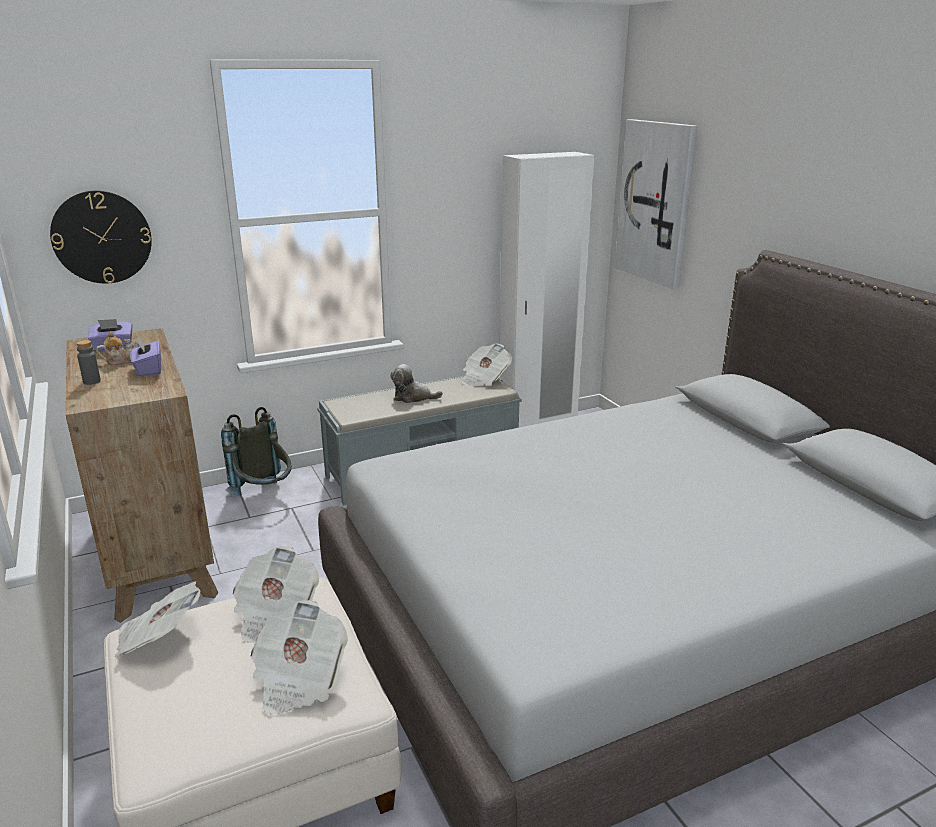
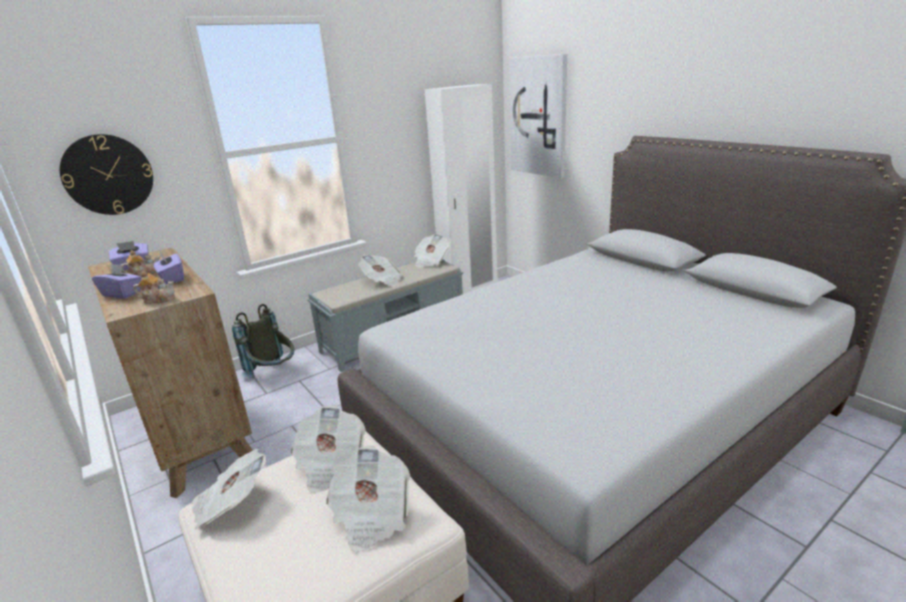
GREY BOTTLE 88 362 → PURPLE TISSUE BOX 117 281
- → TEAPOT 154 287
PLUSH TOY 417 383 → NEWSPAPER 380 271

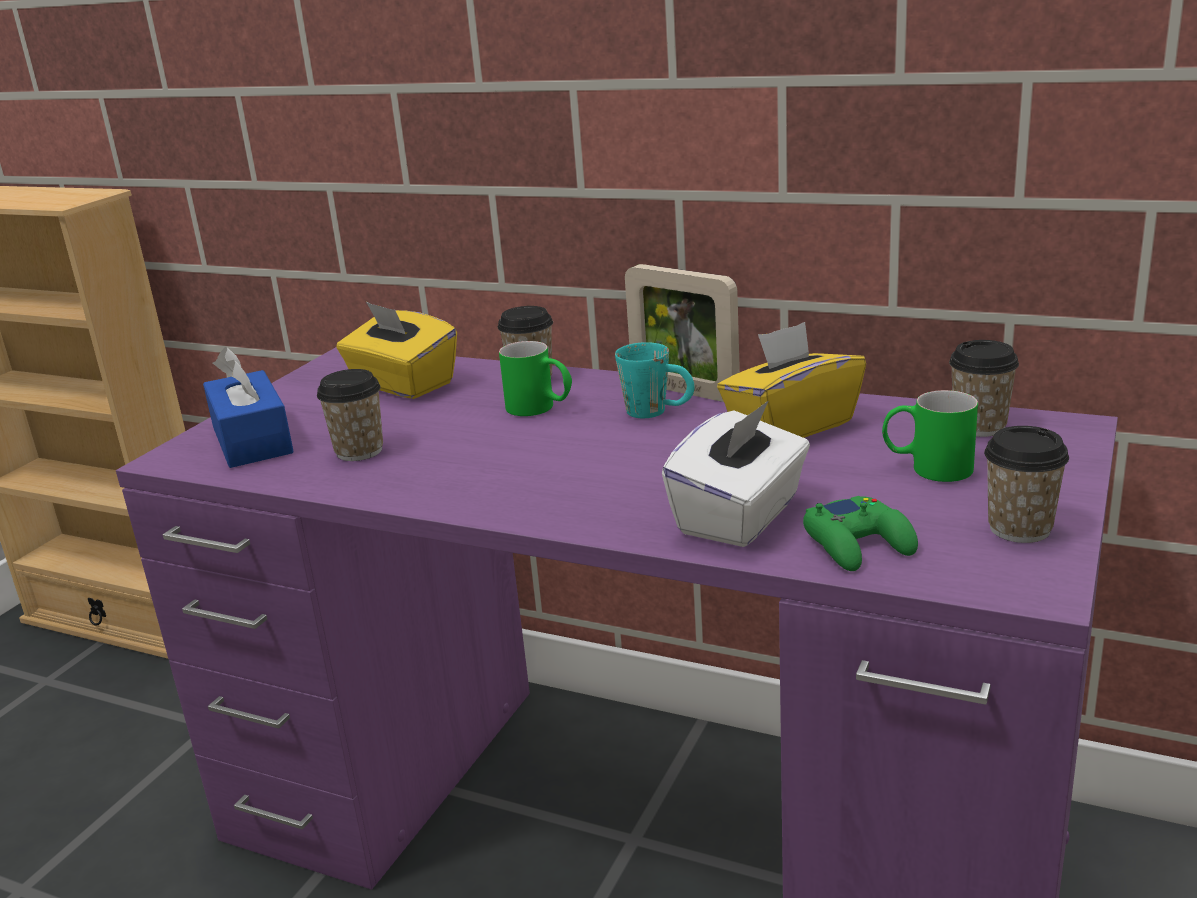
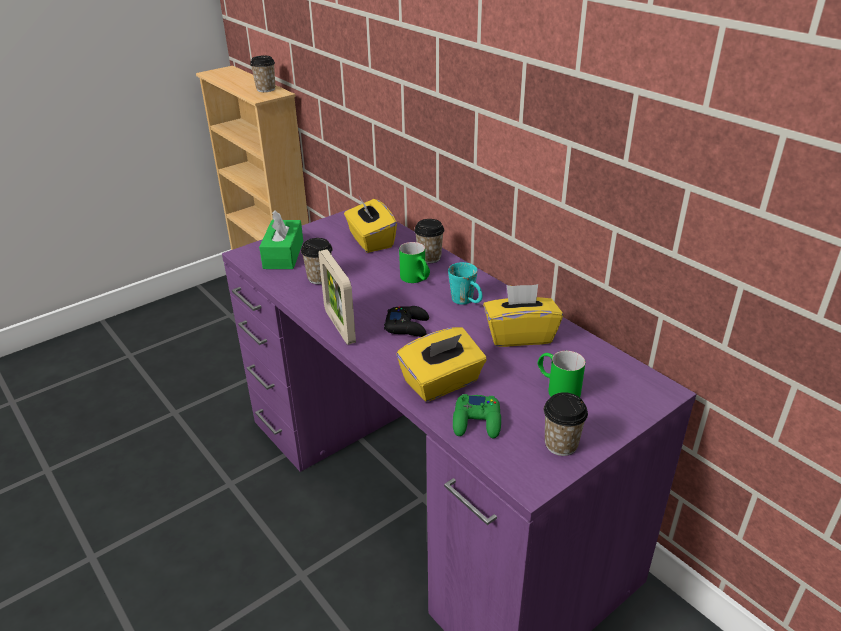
CUP 984 388 → CUP 262 74, shifted
BLUE TISSUE BOX 248 407 → GREEN TISSUE BOX 281 239
PICTURE FRAME 682 333 → PICTURE FRAME 337 297, shifted
- → BLACK GAME CONTROLLER 406 321
WHITE TISSUE BOX 736 473 → YELLOW TISSUE BOX 442 364

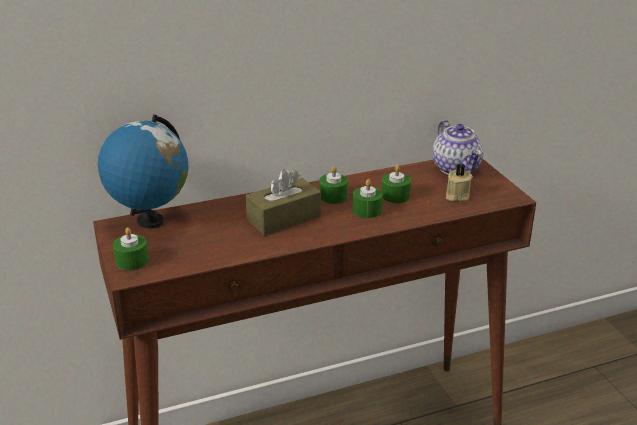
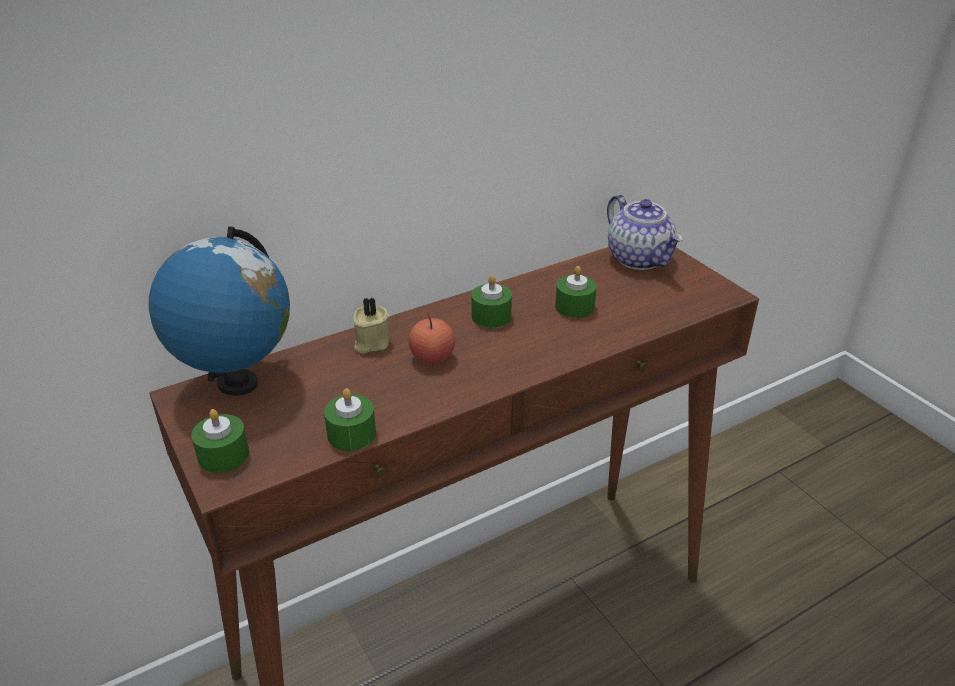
GREEN CANDLE 368 198 → GREEN CANDLE 350 419, shifted
BEIGE CANDLE 459 182 → BEIGE CANDLE 371 325, shifted
BROWN TISSUE BOX 283 202 → APPLE 431 338

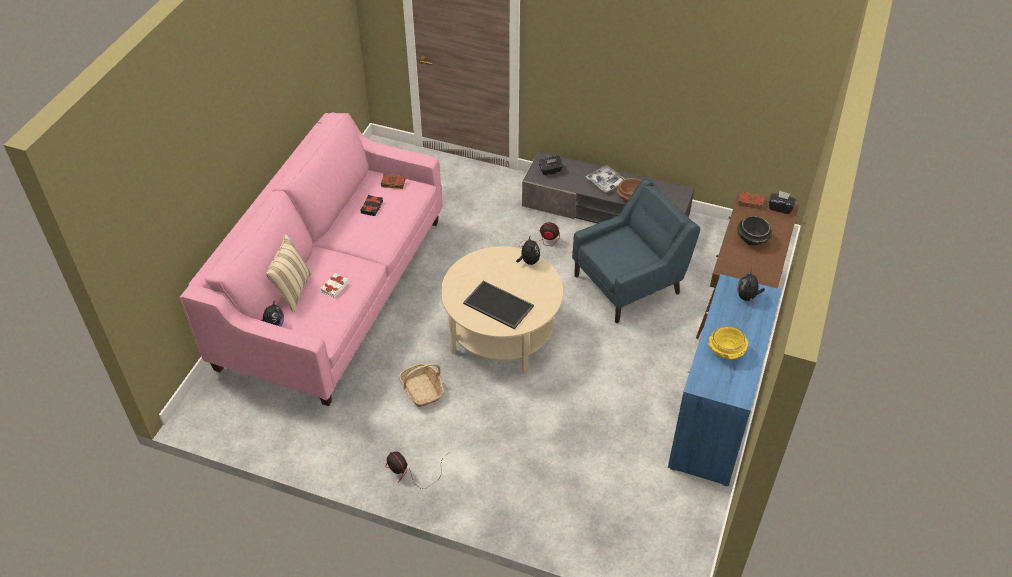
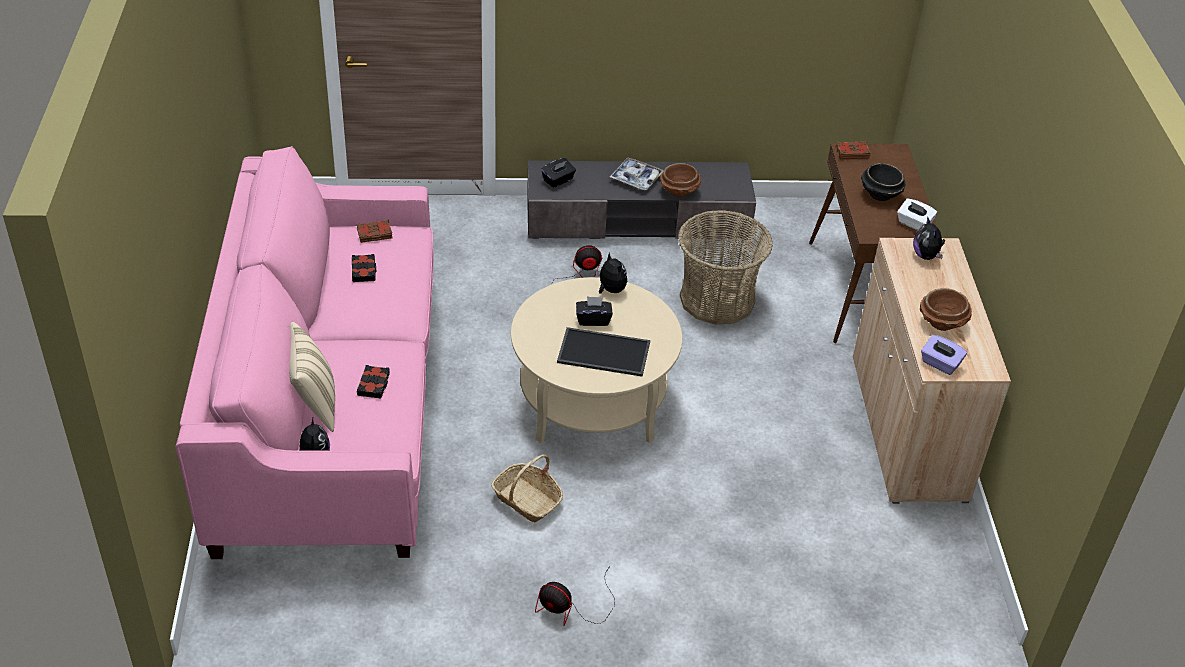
WHITE BOOK 334 285 → BLACK BOOK 373 382
BLACK TISSUE BOX 782 202 → BLACK TISSUE BOX 594 311, shifted
BLUE ARMCHAIR 636 250 → BASKET 725 267
BLUE CABINET 725 380 → BEIGE CABINET 932 371
- → WHITE TISSUE BOX 917 214
YELLOW BOWL 728 342 → BROWN BOWL 946 309
- → PURPLE TISSUE BOX 944 355

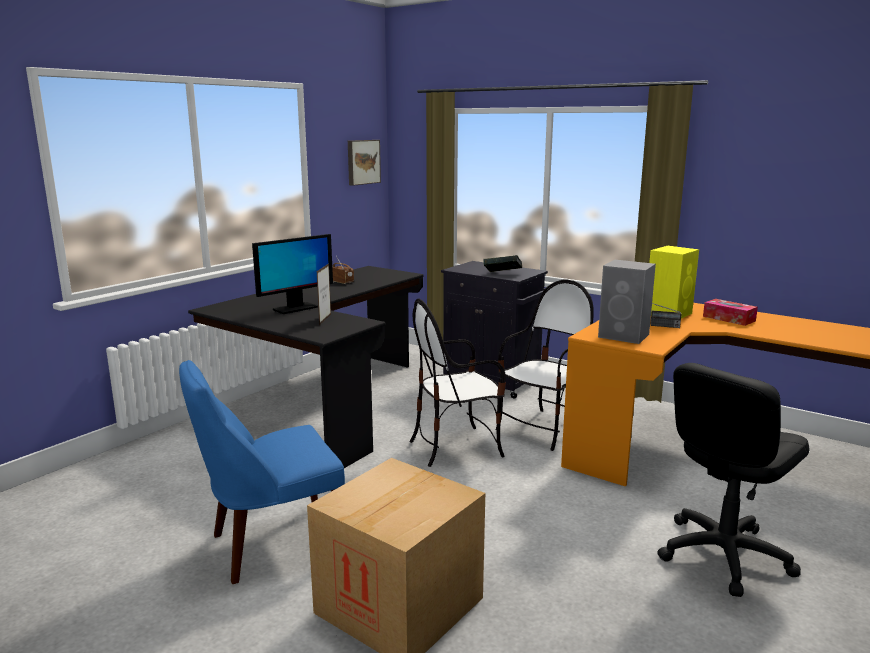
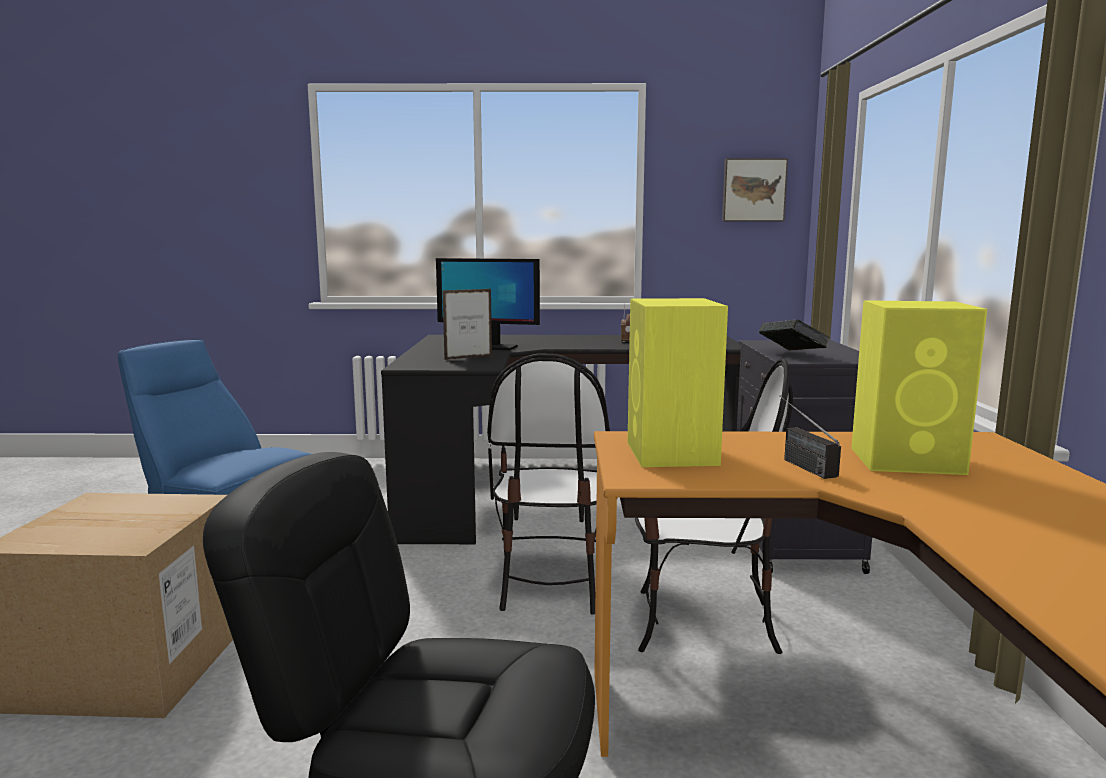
CHAIR 457 382 → CHAIR 548 484, 120 degrees counterclockwise
GREY SPEAKER 627 302 → YELLOW SPEAKER 677 382
TISSUE BOX 730 312 → -

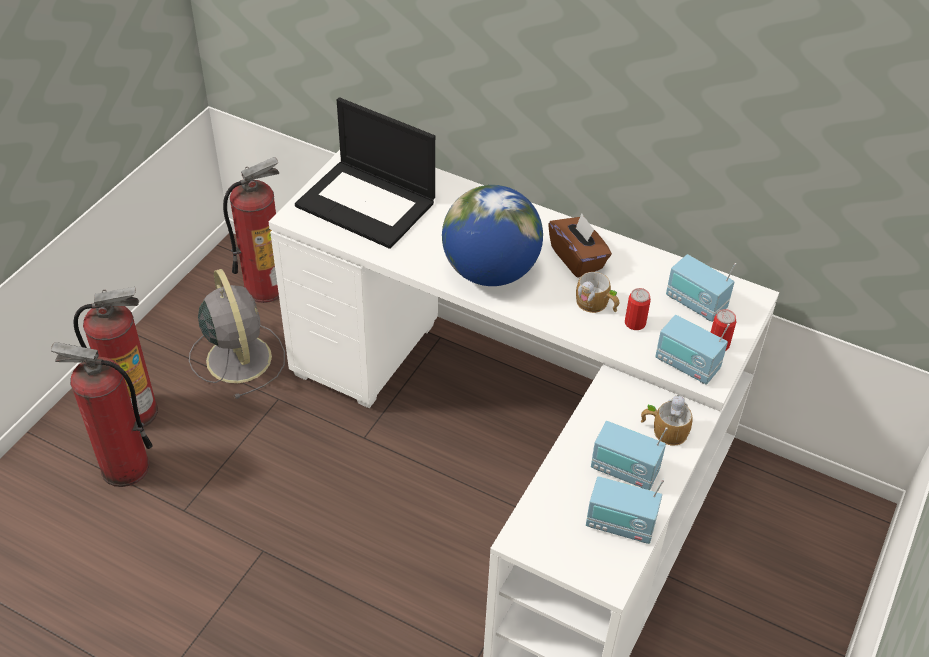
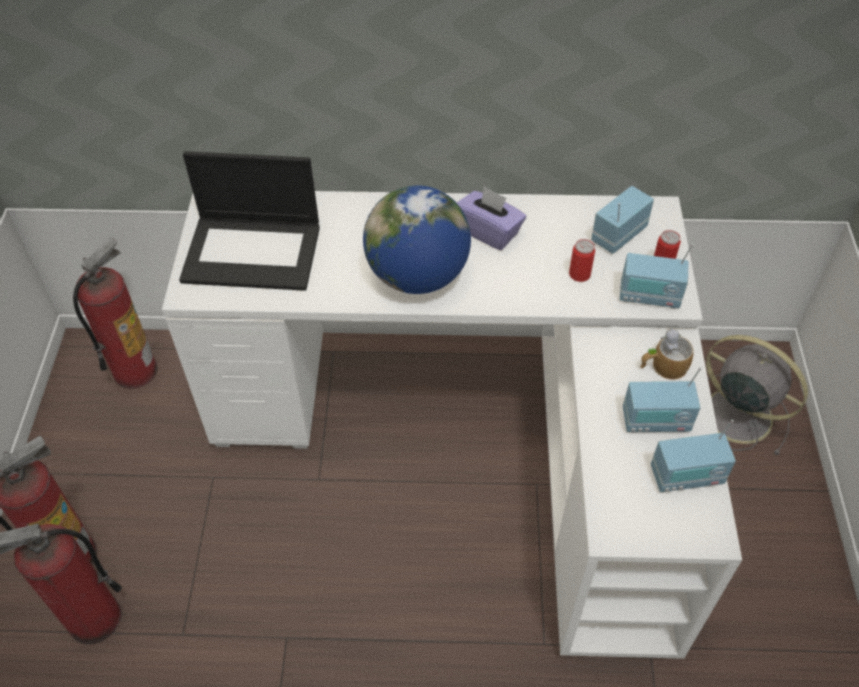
BROWN TISSUE BOX 580 246 → PURPLE TISSUE BOX 491 218
RADIO 701 288 → RADIO 622 220, 120 degrees clockwise
GREY FAN 237 334 → GREY FAN 757 395, shifted
MUG 597 292 → -

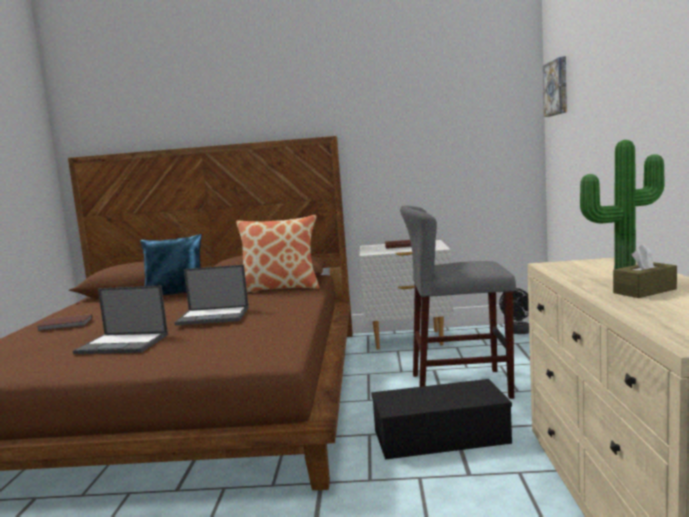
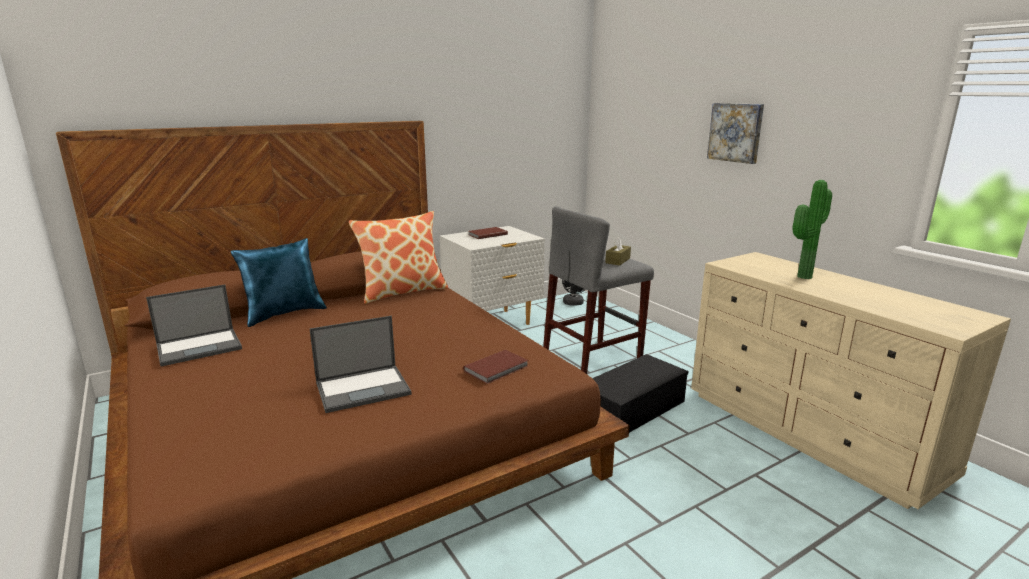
LAPTOP 212 295 → LAPTOP 194 325, shifted
BROWN BOOK 65 322 → BROWN BOOK 496 367, shifted
BROWN TISSUE BOX 645 271 → BROWN TISSUE BOX 618 251, shifted
PICTURE 555 86 → PICTURE 735 133, shifted

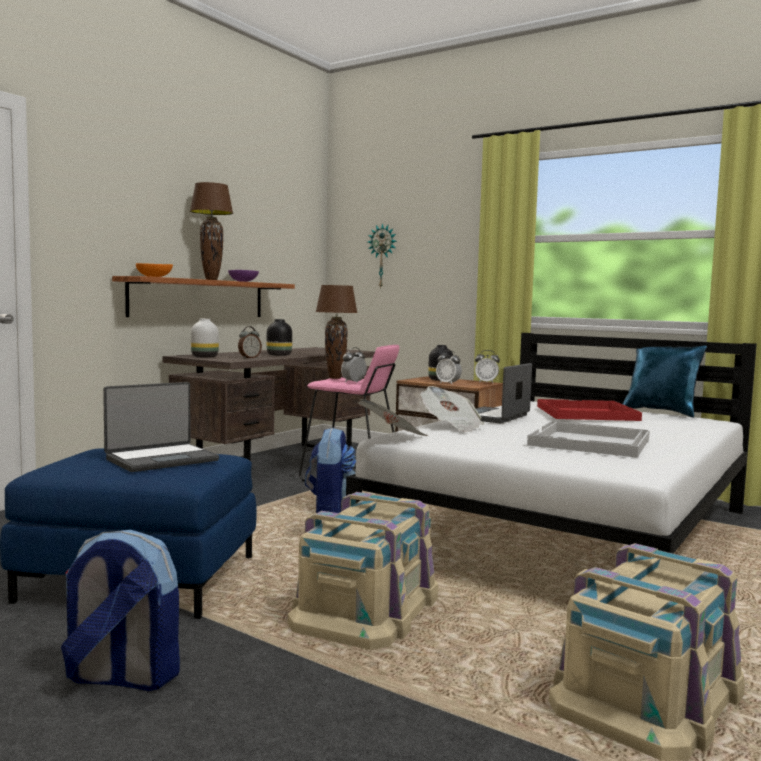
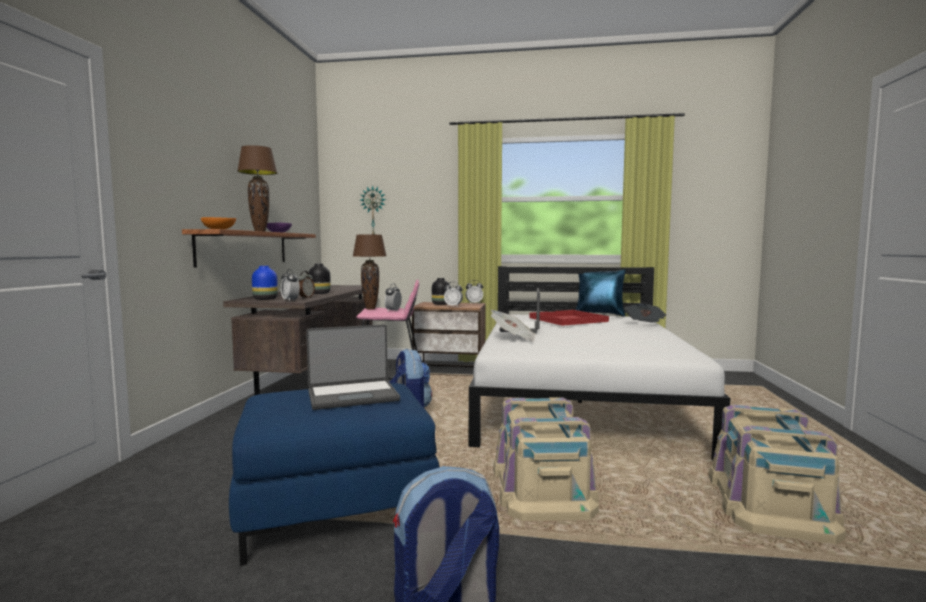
WHITE VASE 205 338 → BLUE VASE 265 283
- → ALARM CLOCK 290 285
LAPTOP 161 427 → LAPTOP 353 367, 45 degrees clockwise
NEWSPAPER 393 417 → NEWSPAPER 644 312, shifted
WHITE TRAY 588 439 → -

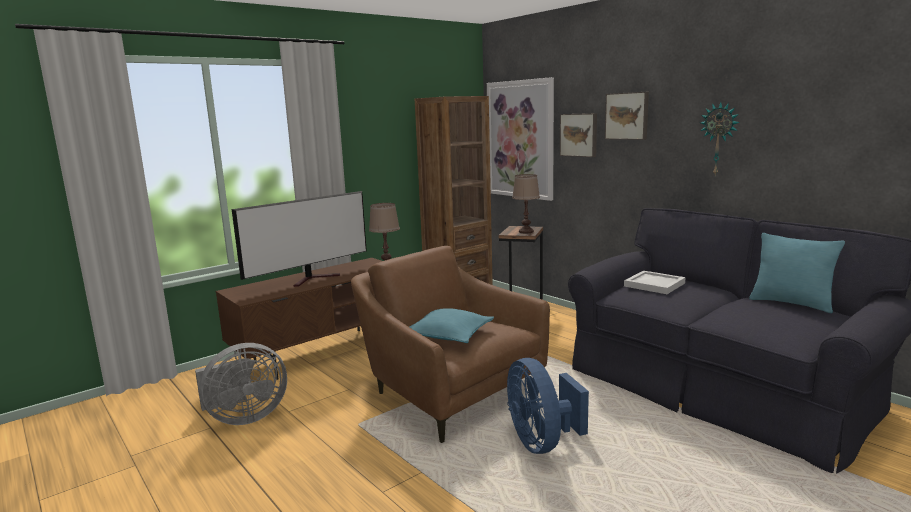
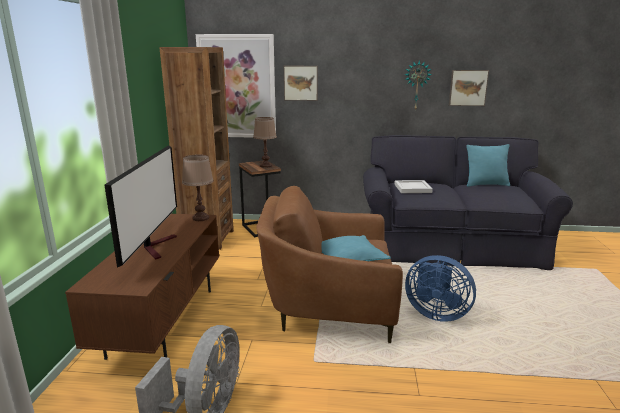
PICTURE 627 116 → PICTURE 469 88, shifted

